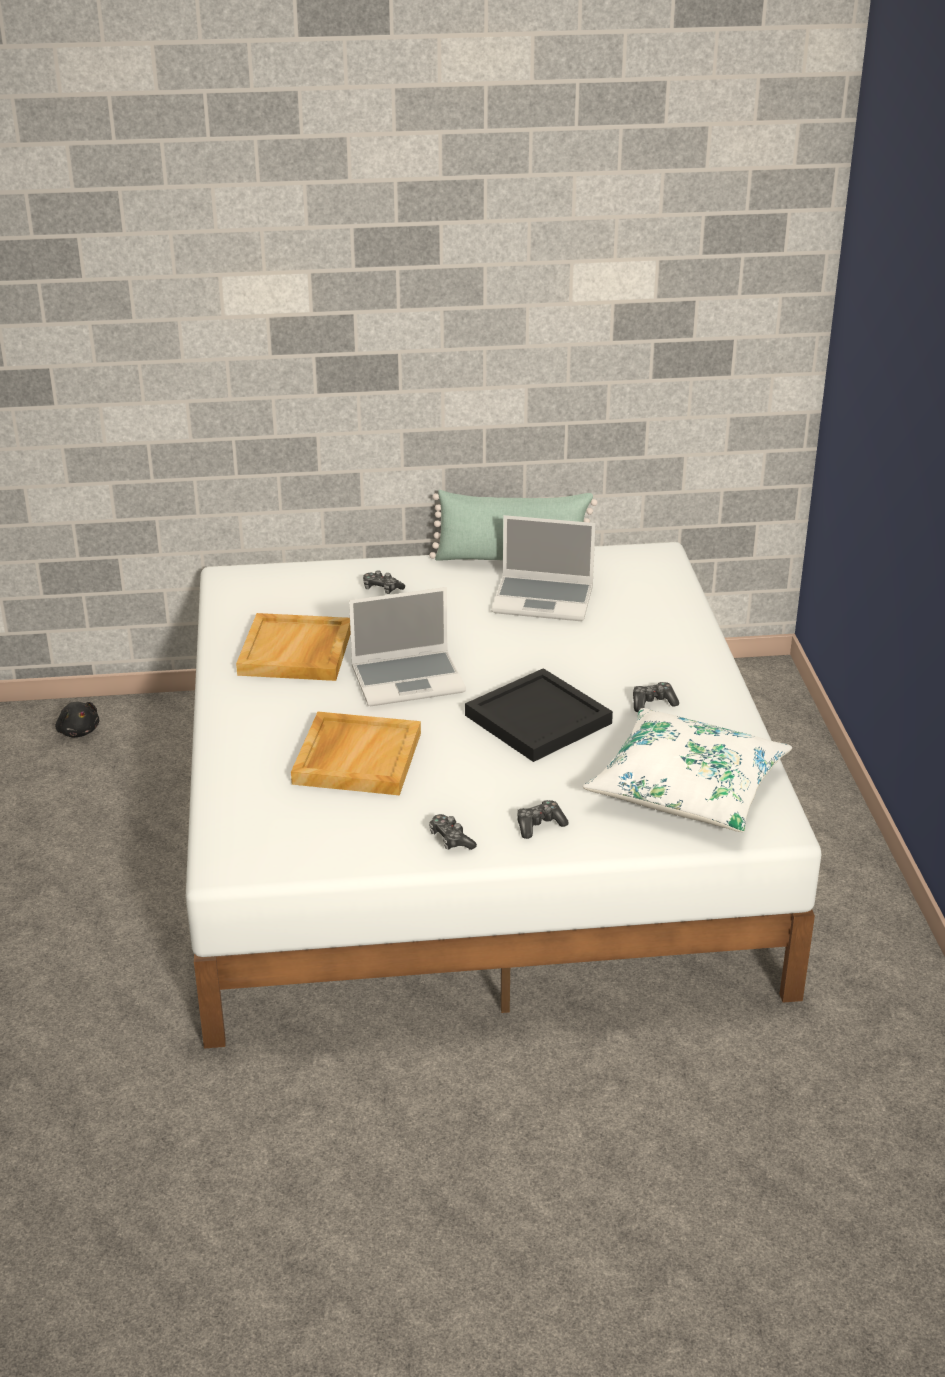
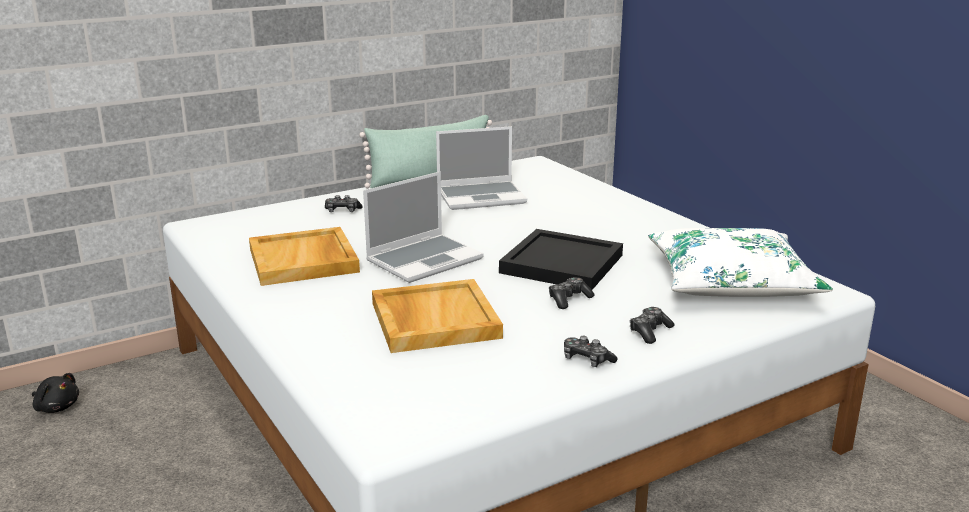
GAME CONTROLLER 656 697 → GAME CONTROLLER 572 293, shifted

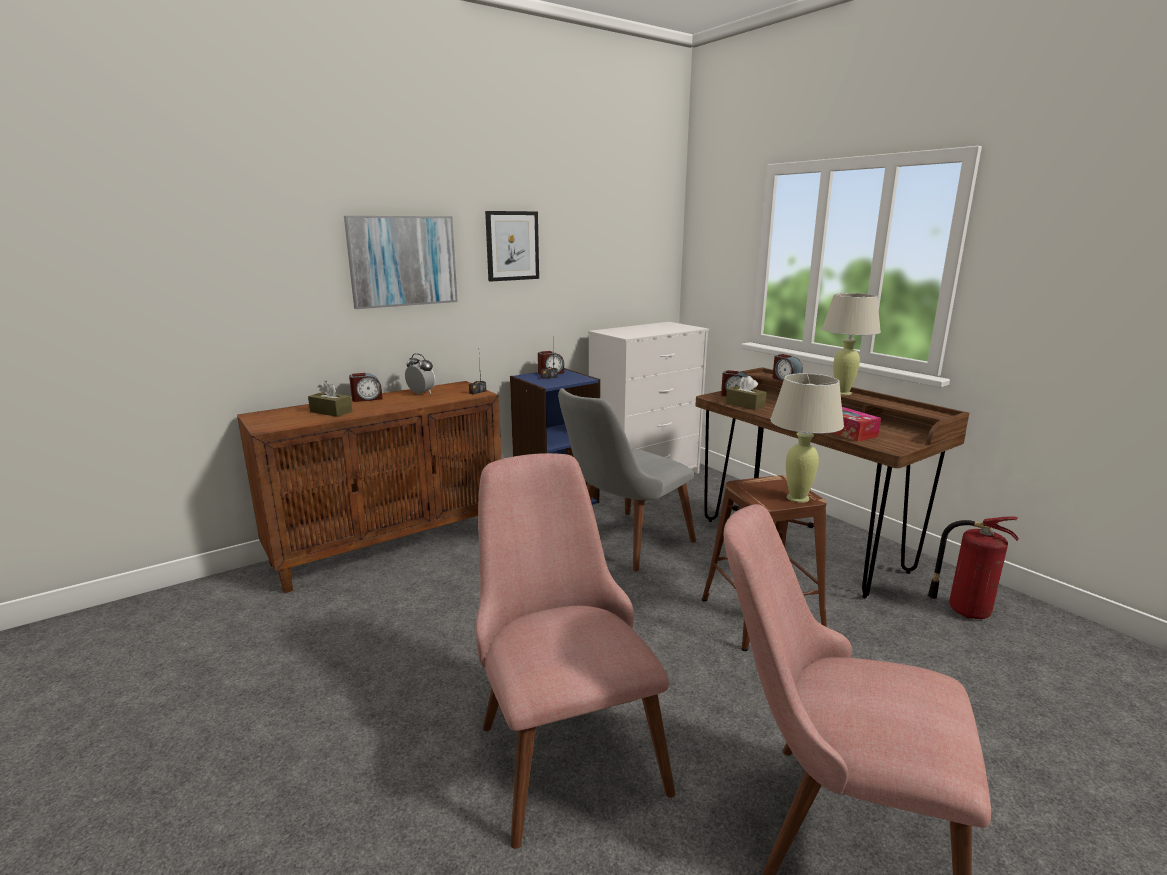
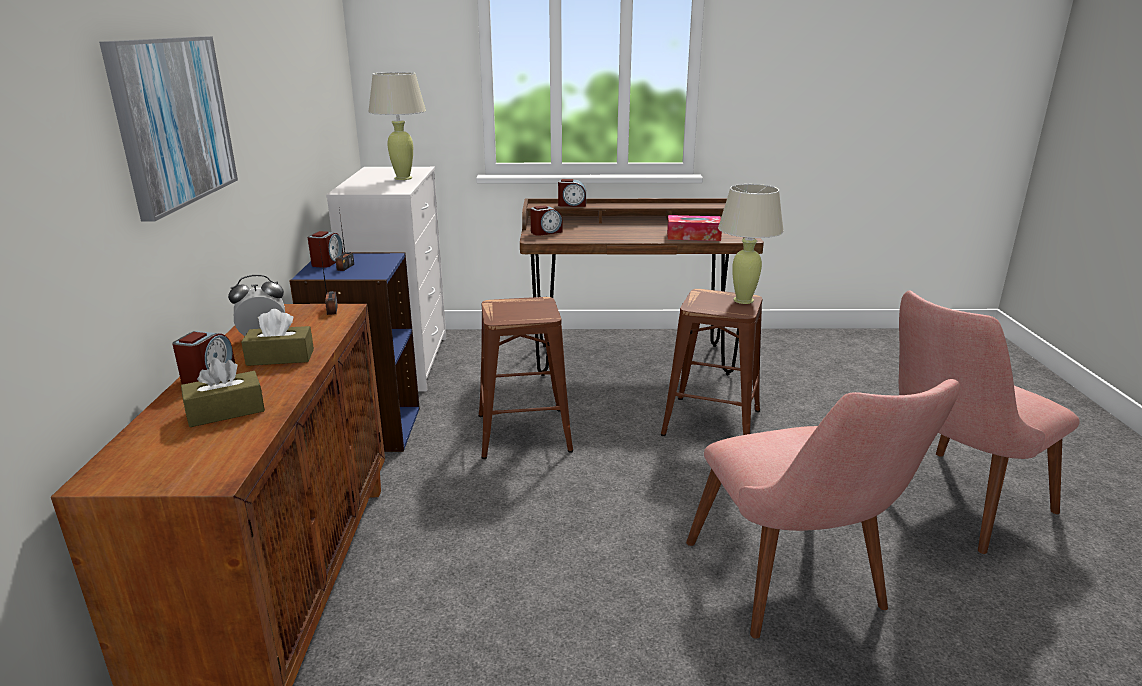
BROWN TISSUE BOX 746 393 → BROWN TISSUE BOX 277 337, shifted
BEIGE TABLE LAMP 851 344 → BEIGE TABLE LAMP 397 126, shifted
GREY CHAIR 627 480 → BROWN STOOL 526 378
PINK CHAIR 575 651 → PINK CHAIR 823 509, 120 degrees counterclockwise
PICTURE 512 246 → -
FIRE EXTINGUISHER 973 567 → -

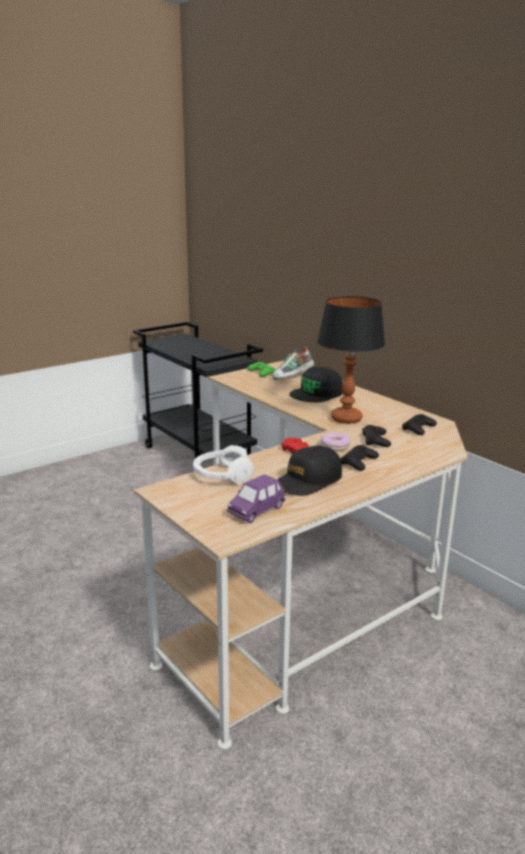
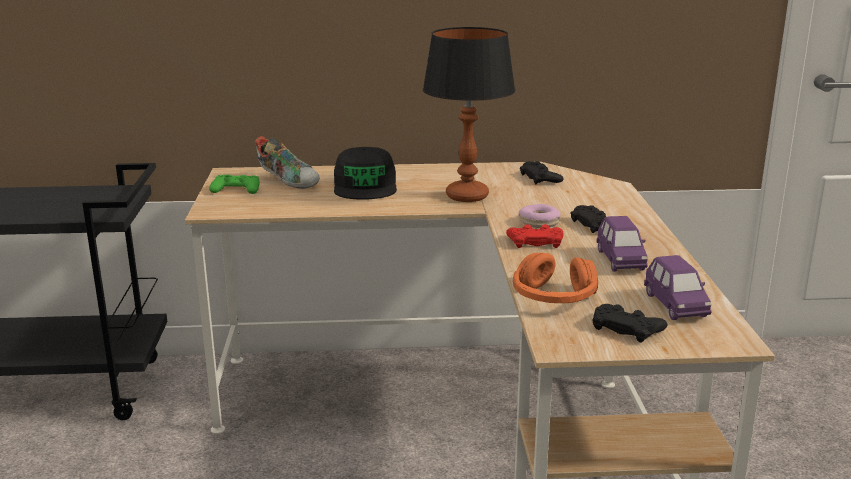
SHOE 293 363 → SHOE 287 162, 45 degrees counterclockwise
WHITE HEADPHONES 223 464 → ORANGE HEADPHONES 555 278
BLACK GAME CONTROLLER 376 436 → BLACK GAME CONTROLLER 629 323, shifted
BLACK CAP 309 470 → PURPLE TOY CAR 622 244

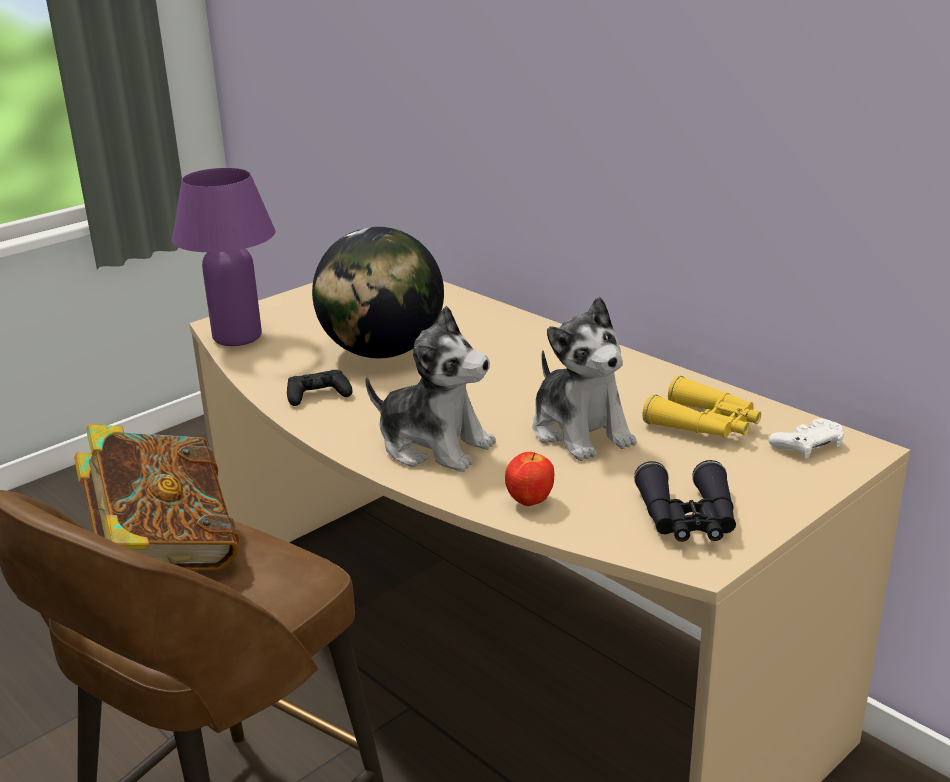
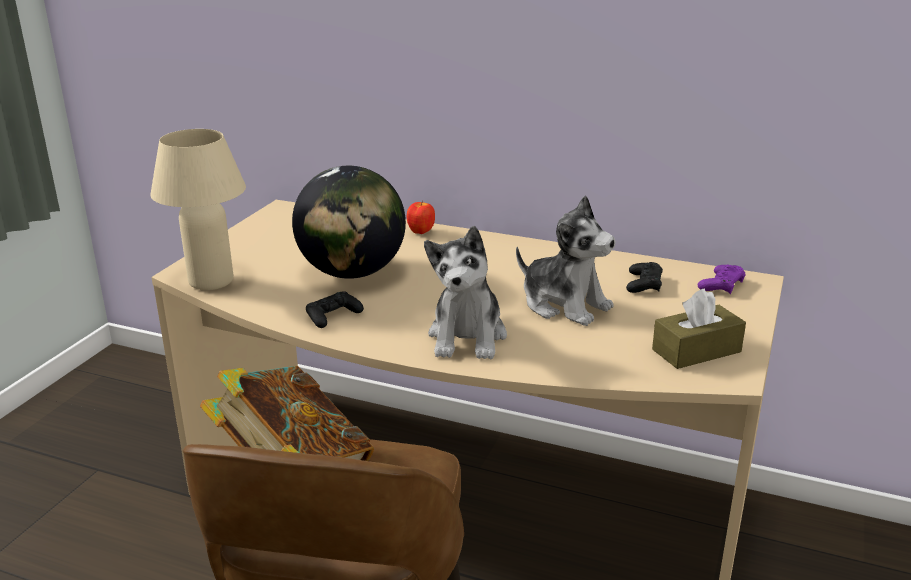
PURPLE TABLE LAMP 223 257 → BEIGE TABLE LAMP 198 209
APPLE 529 479 → APPLE 421 217, shifted
PLUSH TOY 430 389 → PLUSH TOY 465 292, 90 degrees clockwise
YELLOW BINOCULARS 701 407 → BLACK GAME CONTROLLER 644 277
BLACK BINOCULARS 685 501 → BROWN TISSUE BOX 699 328
WHITE GAME CONTROLLER 806 438 → PURPLE GAME CONTROLLER 722 279

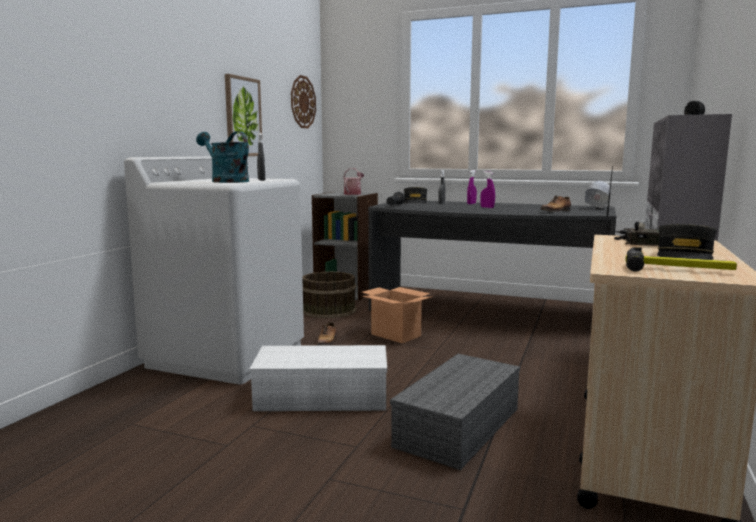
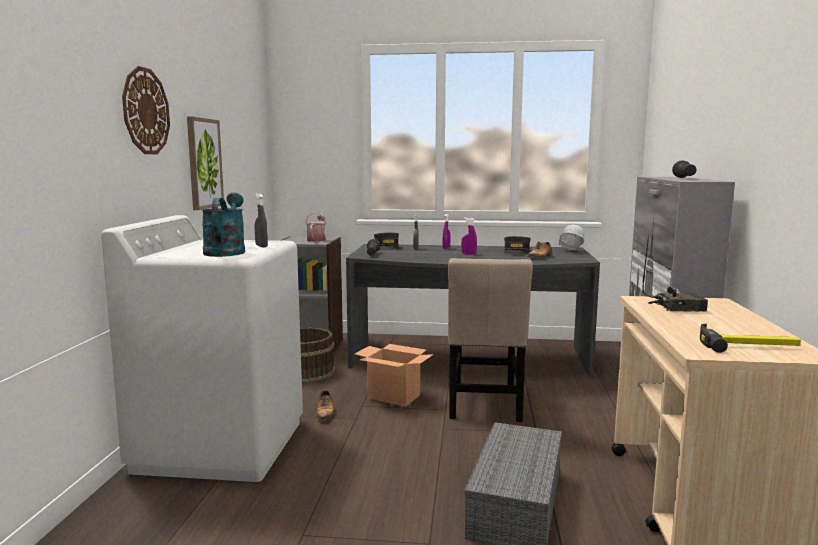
WALL CLOCK 303 101 → WALL CLOCK 146 110, shifted
TURQUOISE WATERING CAN 222 157 → TURQUOISE WATERING CAN 223 224, 60 degrees clockwise
- → BEIGE CHAIR 490 340
GREY CAP 687 242 → GREY CAP 517 245, shifted
WHITE STORAGE BOX 318 378 → -

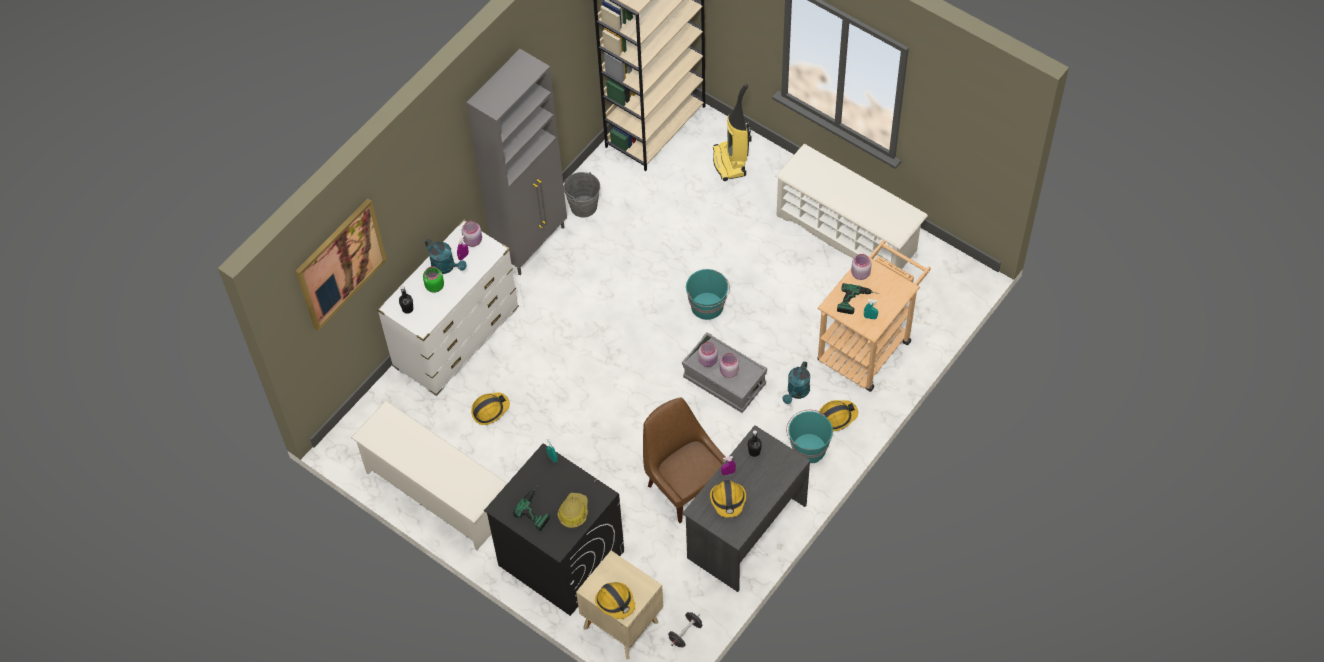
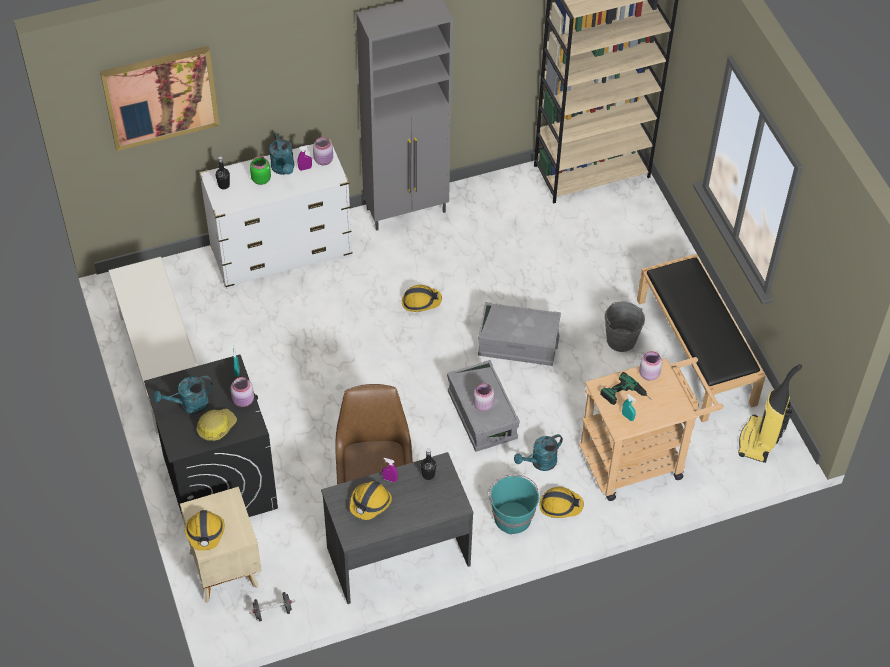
POWER DRILL 531 509 → TURQUOISE WATERING CAN 183 395
PINK JAR 708 354 → PINK JAR 242 392, shifted
HARD HAT 490 409 → HARD HAT 422 298, shifted
TURQUOISE BUCKET 708 294 → GREY STORAGE BOX 519 334
GREY BUCKET 582 195 → GREY BUCKET 624 326, shifted
WHITE SHOE RACK 851 206 → BLACK BENCH 701 338
VACUUM CLEANER 732 132 → VACUUM CLEANER 770 413, shifted

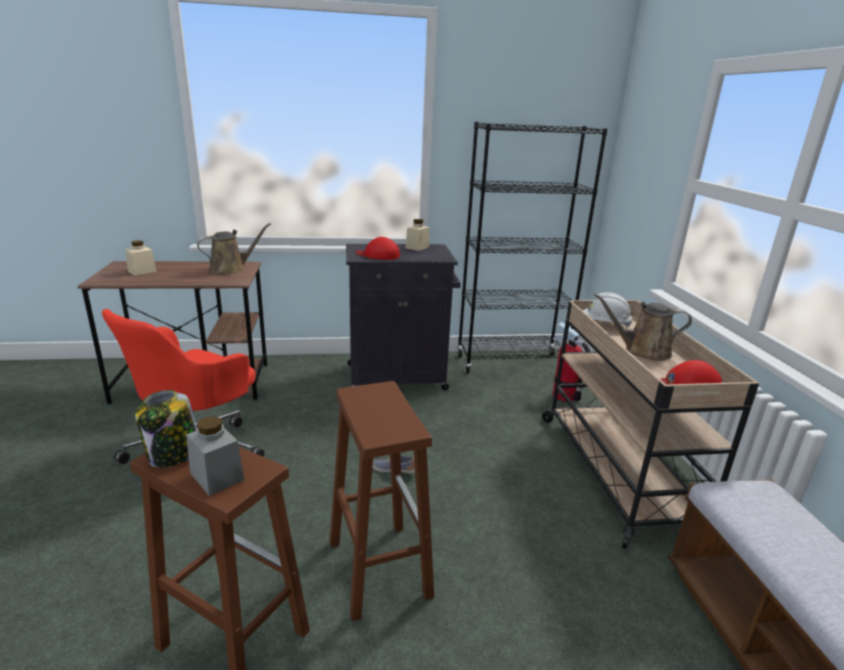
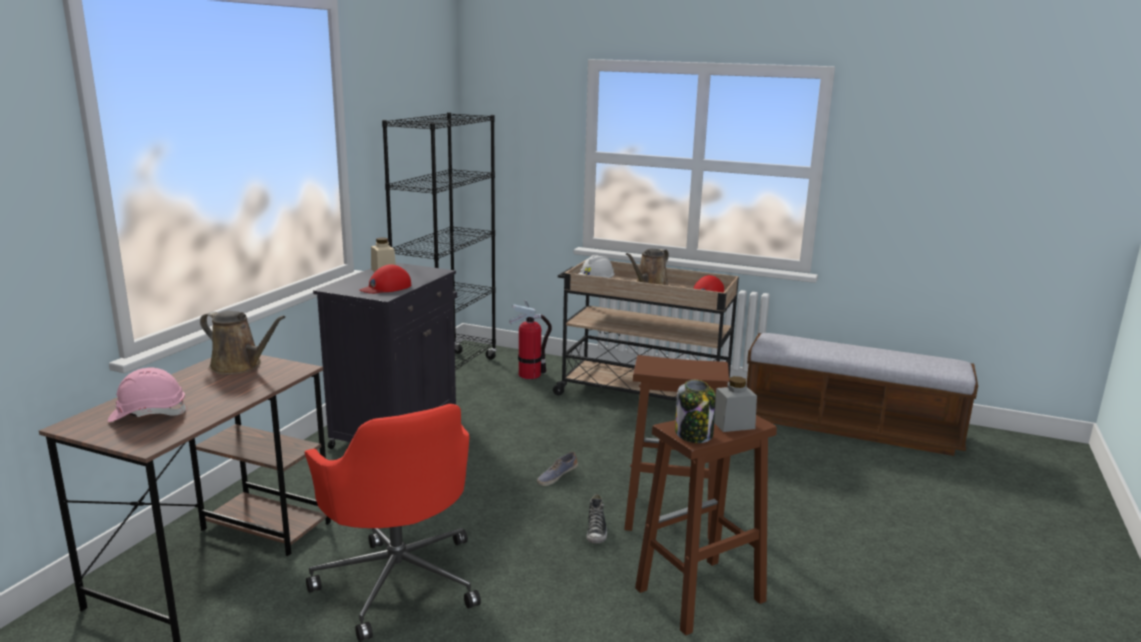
BEIGE JAR 141 257 → PINK HARD HAT 148 395
BROWN WATERING CAN 234 249 → BROWN WATERING CAN 242 343, 120 degrees clockwise
- → SHOE 596 518

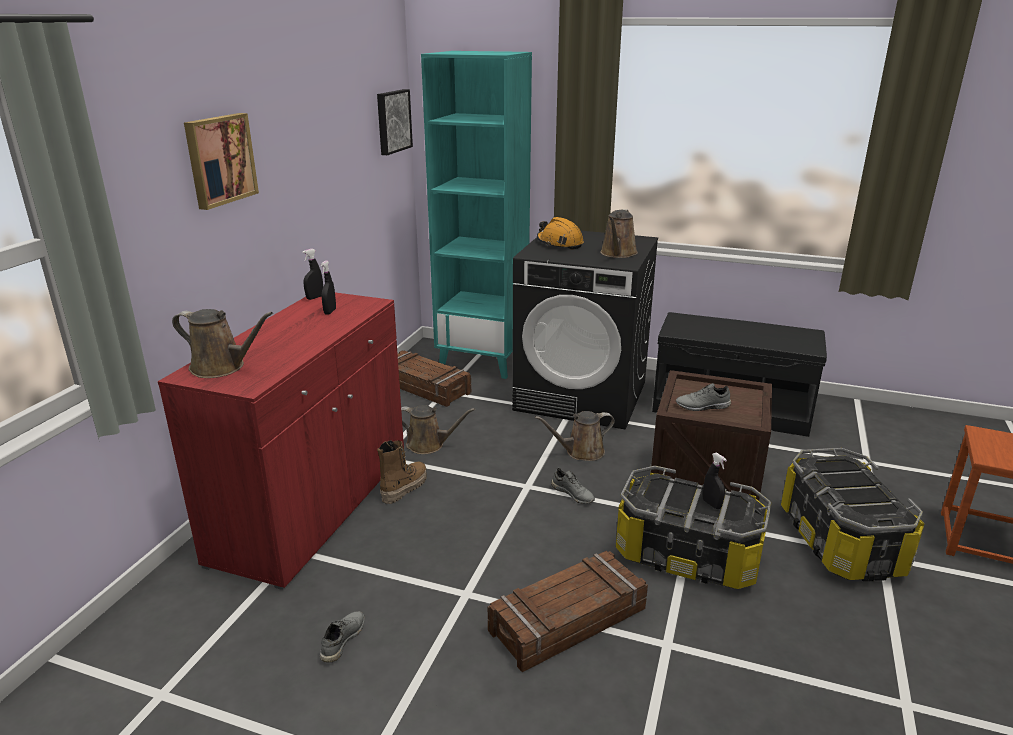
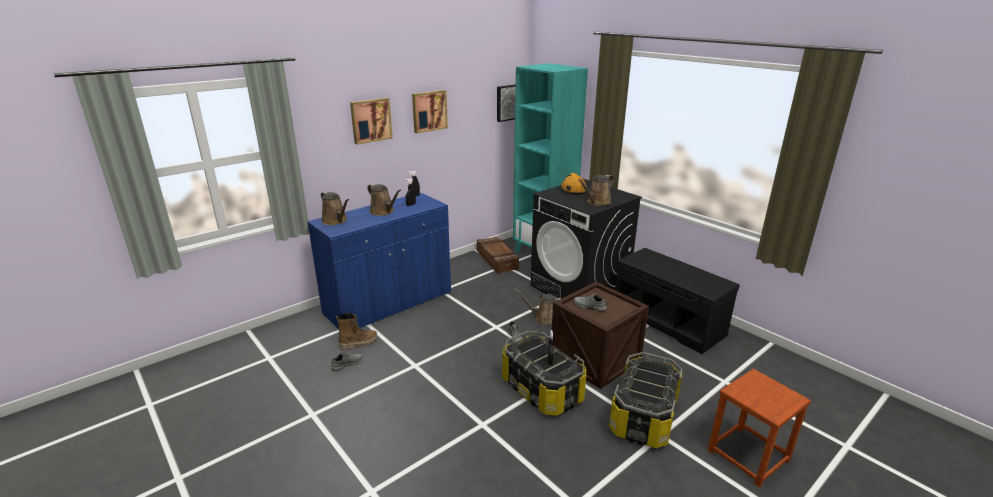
RED CABINET 281 441 → BLUE CABINET 379 261
BOOT 402 472 → BOOT 357 331, shifted
BROWN WATERING CAN 438 429 → BROWN WATERING CAN 384 200, shifted
- → PICTURE 430 111
CRATE 568 611 → -

